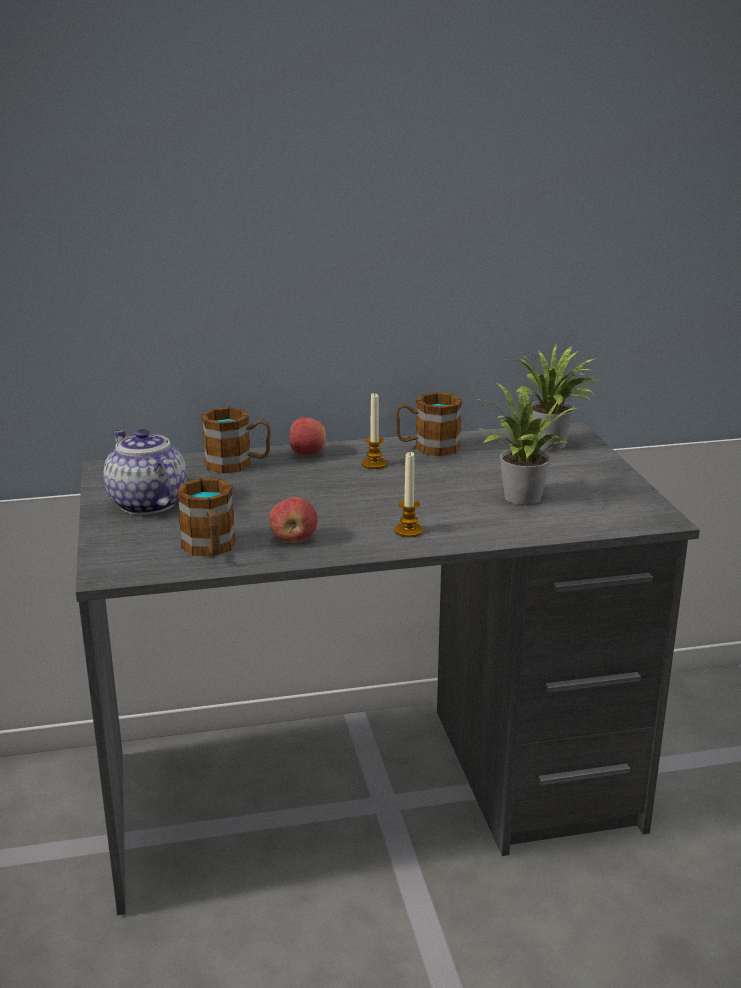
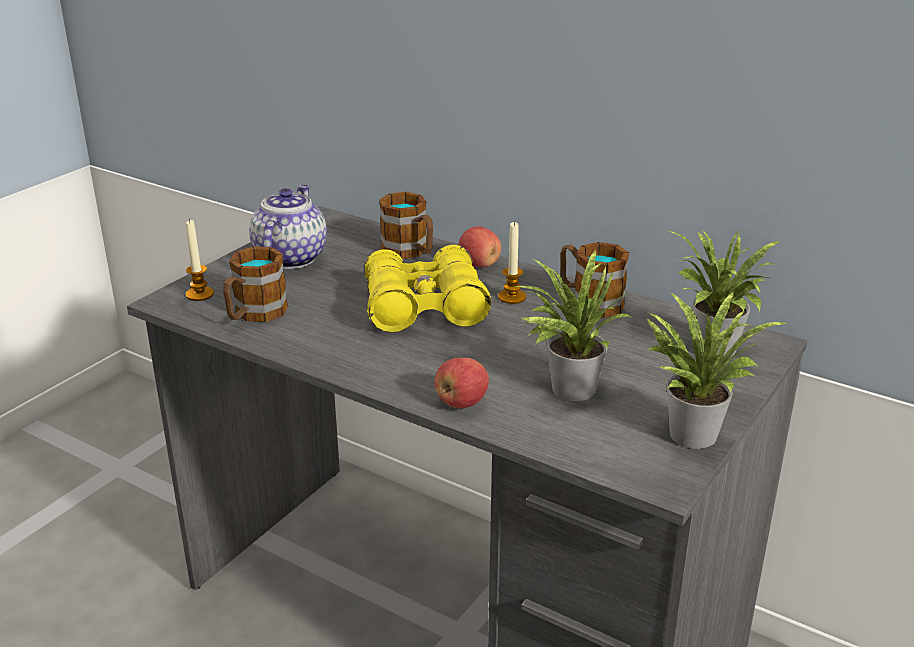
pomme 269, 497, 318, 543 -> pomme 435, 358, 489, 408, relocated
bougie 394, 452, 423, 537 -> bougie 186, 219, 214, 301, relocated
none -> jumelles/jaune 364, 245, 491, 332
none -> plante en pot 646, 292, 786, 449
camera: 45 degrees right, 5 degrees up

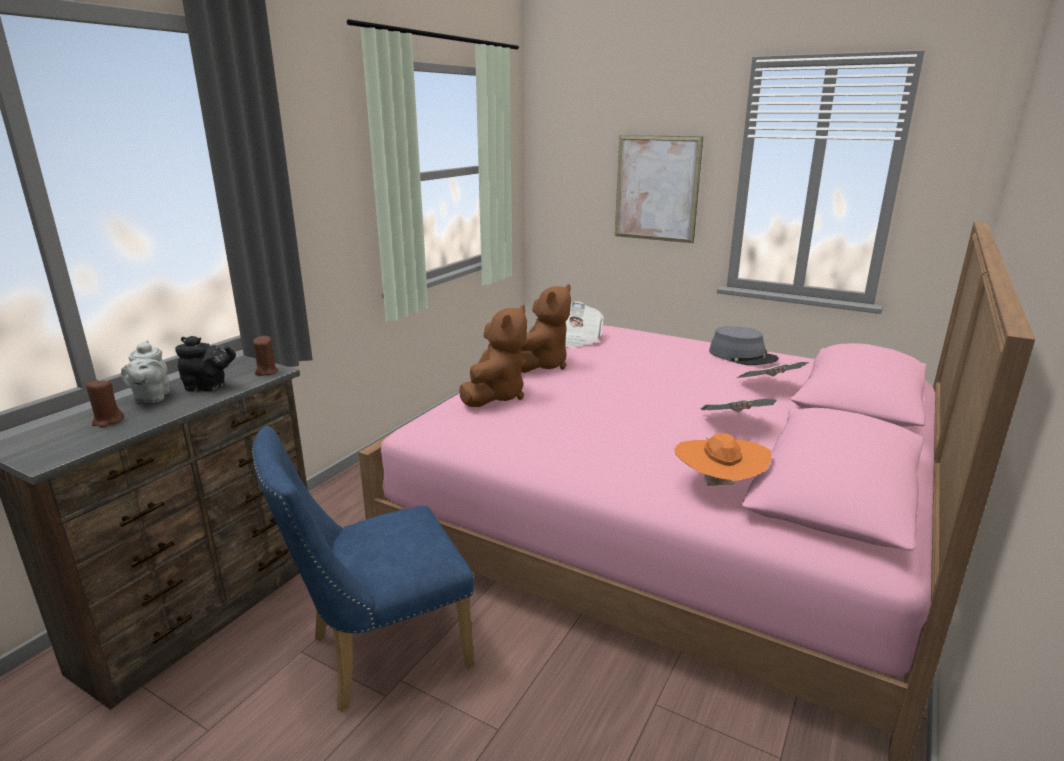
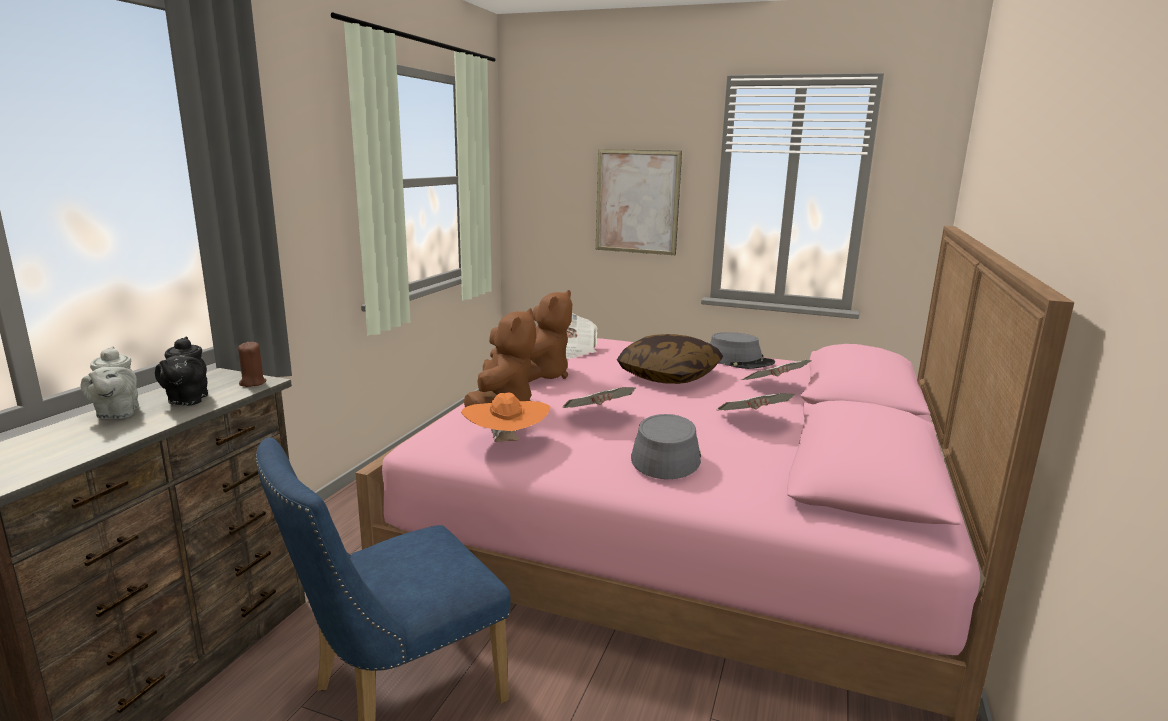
bougie/marron 86, 379, 124, 428 -> none
théière/noir 175, 336, 236, 391 -> théière/noir 155, 337, 208, 406, 90 degrees clockwise
chapeau/orange 675, 433, 772, 486 -> chapeau/orange 461, 392, 551, 442, relocated
none -> journal 563, 387, 636, 408
none -> coussin 617, 334, 723, 384
none -> chapeau/gris 631, 414, 701, 479
camera: 10 degrees left, 5 degrees down

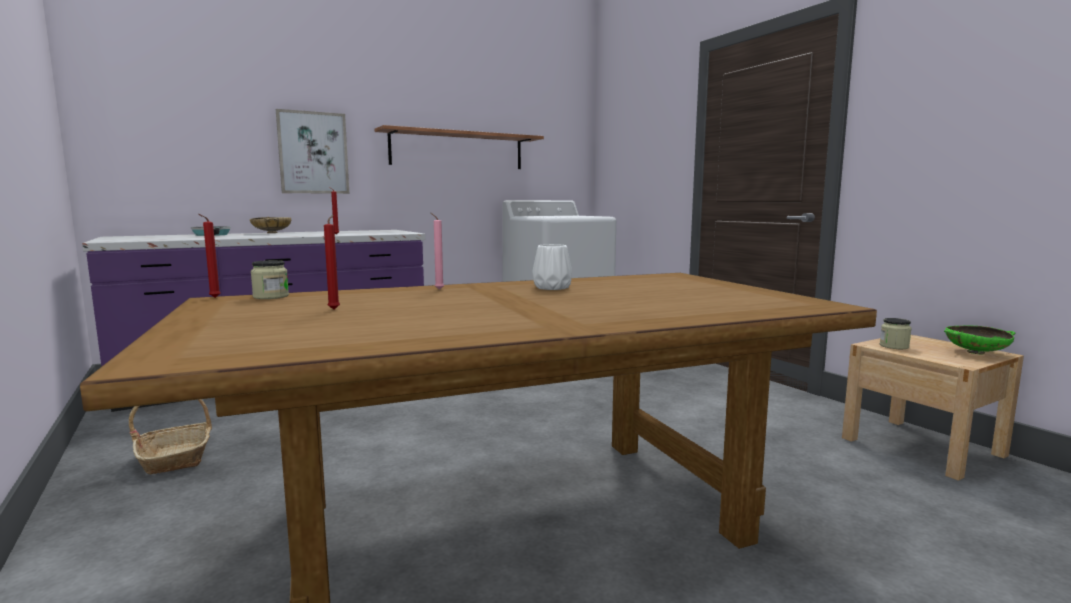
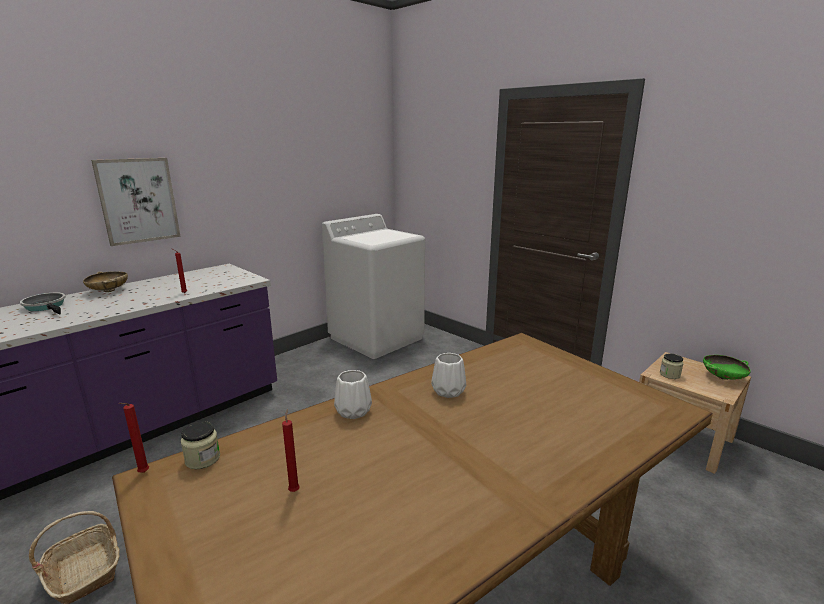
étagère 375, 125, 544, 169 -> none
bougie/rose 431, 213, 444, 290 -> vase/blanc 334, 370, 372, 419
camera: 15 degrees left, 10 degrees up

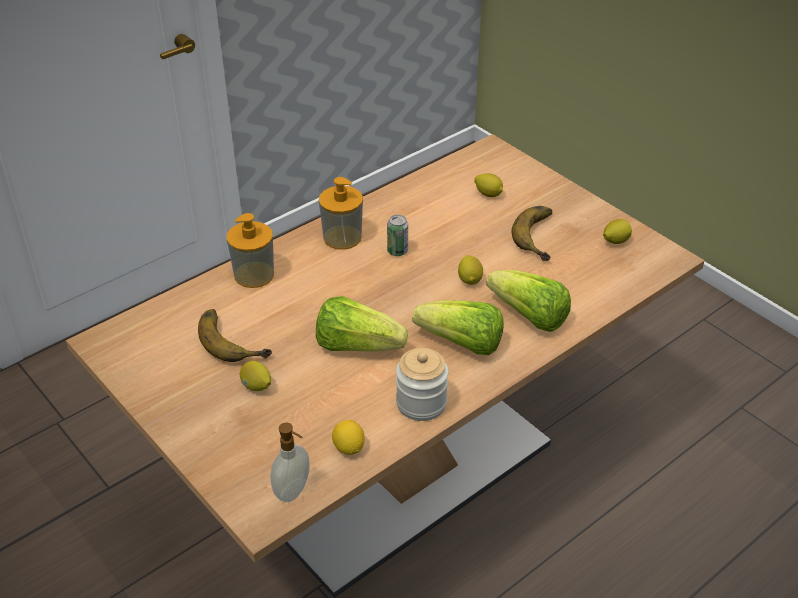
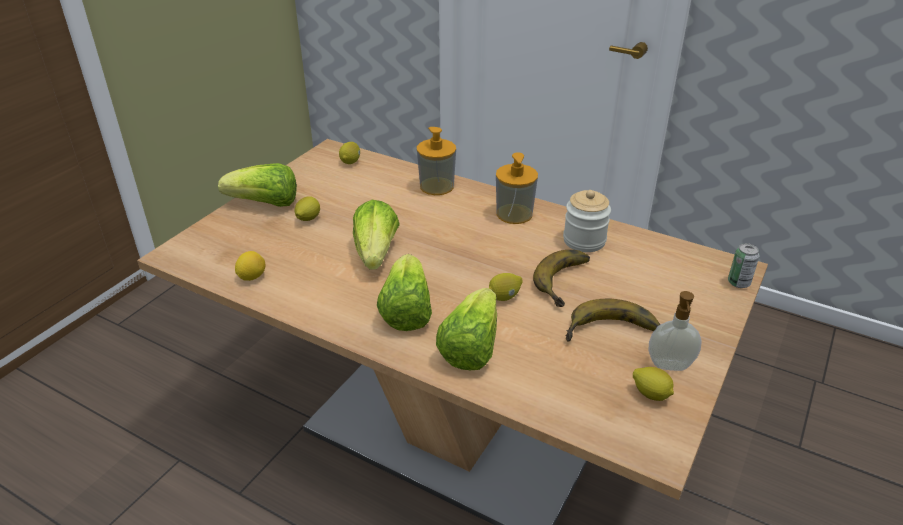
banane 198, 309, 272, 362 -> banane 533, 250, 590, 307, relocated
distributeur de savon 270, 423, 310, 502 -> distributeur de savon 649, 291, 702, 371, relocated
boîte métallique 387, 215, 408, 256 -> boîte métallique 728, 243, 760, 288, relocated
bocal 396, 348, 449, 421 -> bocal 563, 190, 611, 252, relocated
citron 474, 173, 503, 197 -> citron 339, 142, 360, 164, relocated
none -> laitue 218, 163, 297, 207
camera: 70 degrees right, 5 degrees down

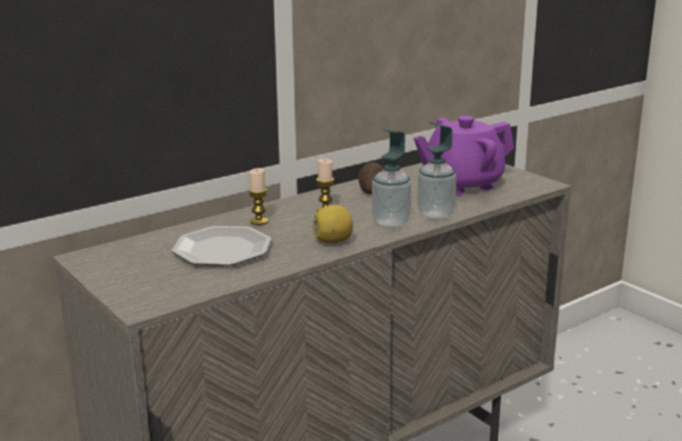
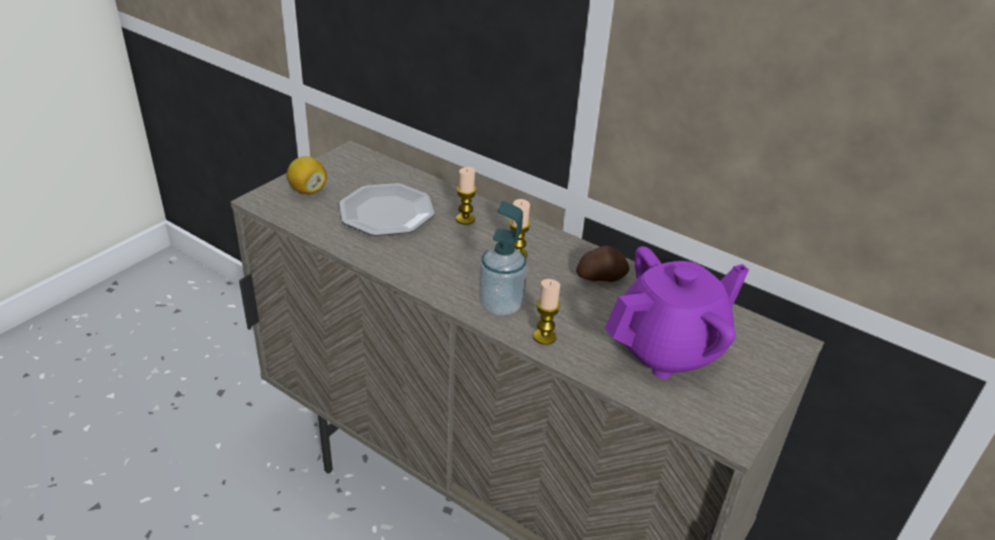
citron 312, 205, 353, 243 -> citron 287, 156, 327, 194, relocated
théière/violet 414, 116, 514, 195 -> théière/violet 605, 246, 749, 379, 105 degrees clockwise
distributeur de savon 417, 122, 456, 220 -> bougie 533, 279, 560, 345
camera: 70 degrees right, 15 degrees up

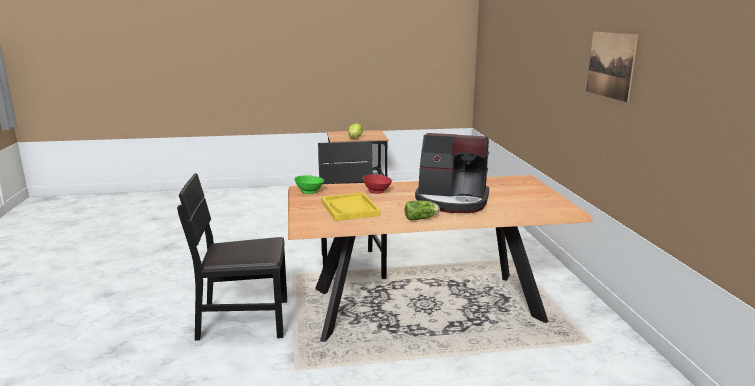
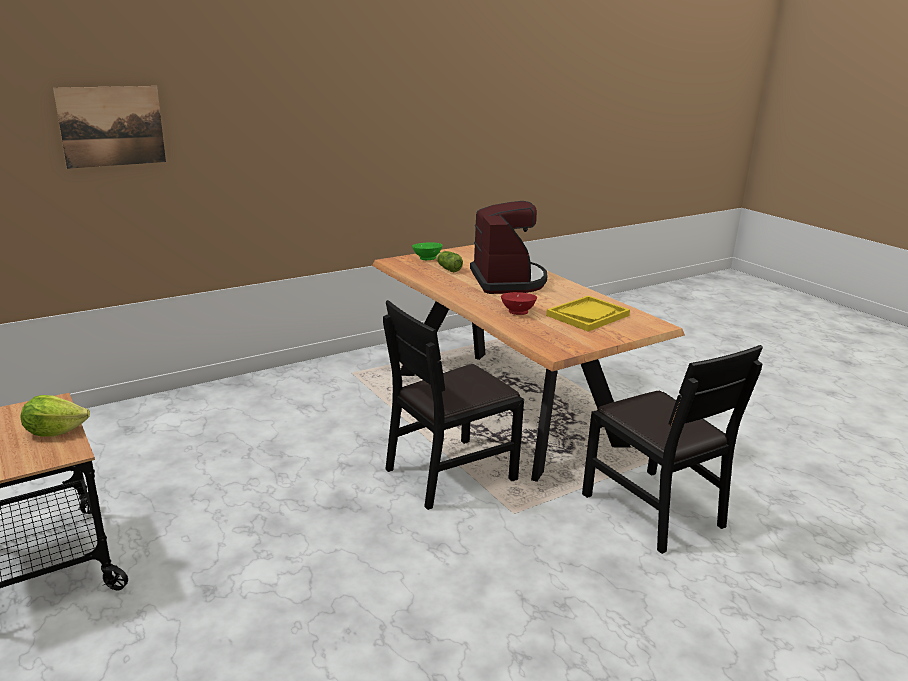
bol/vert 294, 175, 324, 194 -> bol/vert 412, 242, 443, 260, relocated
laitue 405, 200, 440, 220 -> laitue 436, 251, 463, 272, relocated
tableau 586, 32, 638, 103 -> tableau 53, 86, 166, 169, relocated
camera: 115 degrees left, 5 degrees up

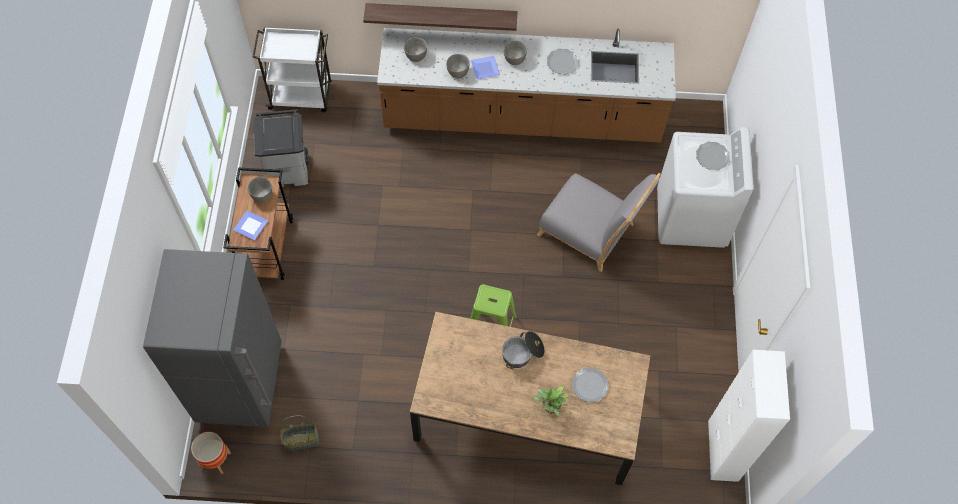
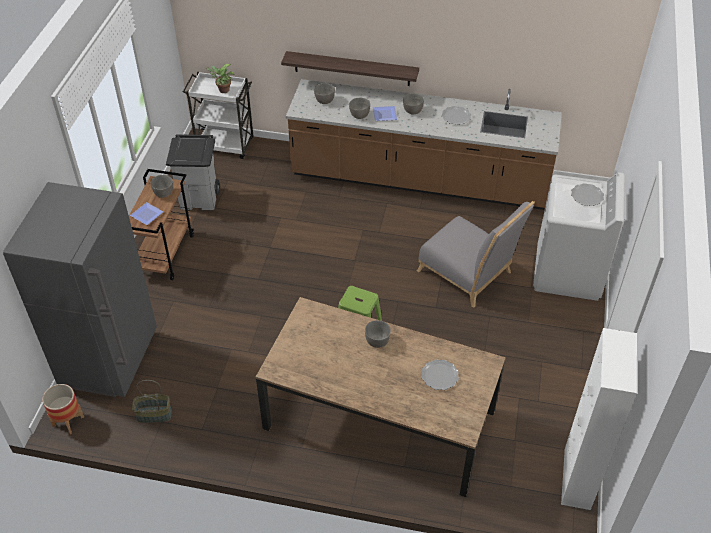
marmite 502, 331, 545, 369 -> bol/gris 365, 320, 391, 348
plante en pot 532, 386, 569, 416 -> plante en pot 206, 64, 235, 93, relocated
camera: 10 degrees right, 15 degrees down

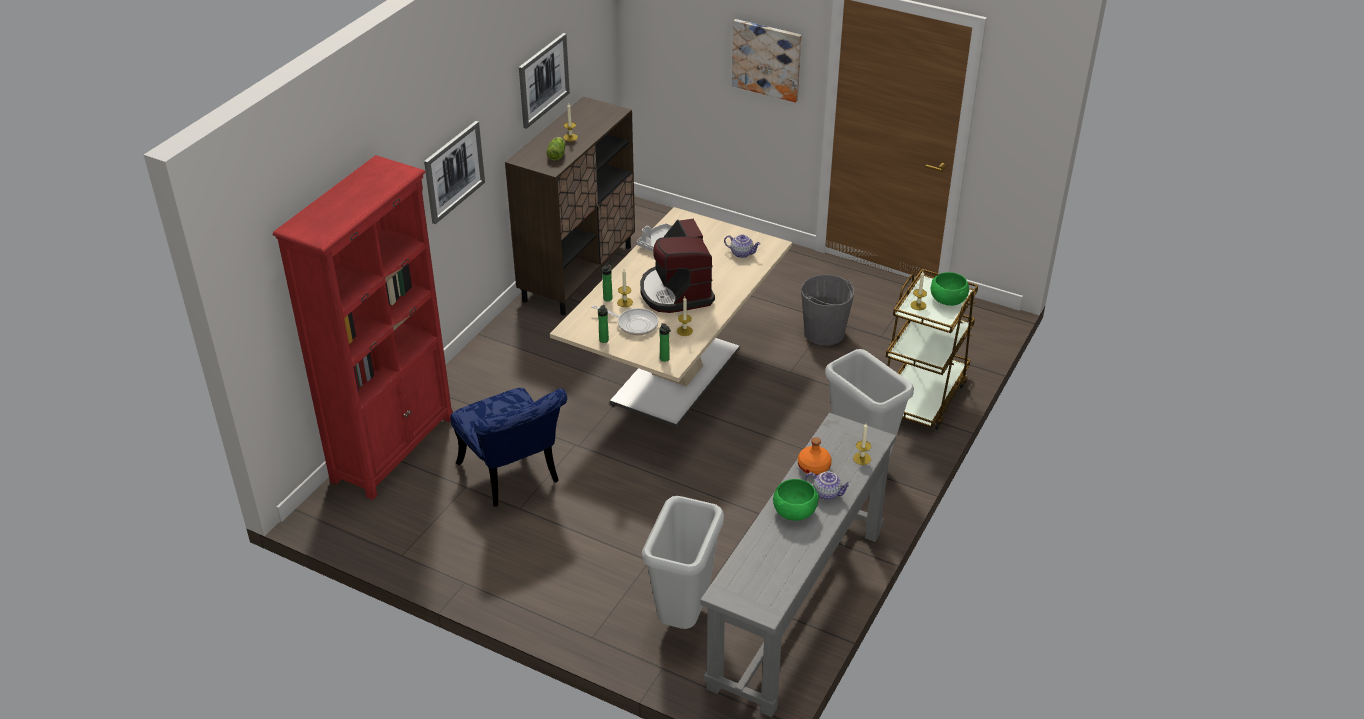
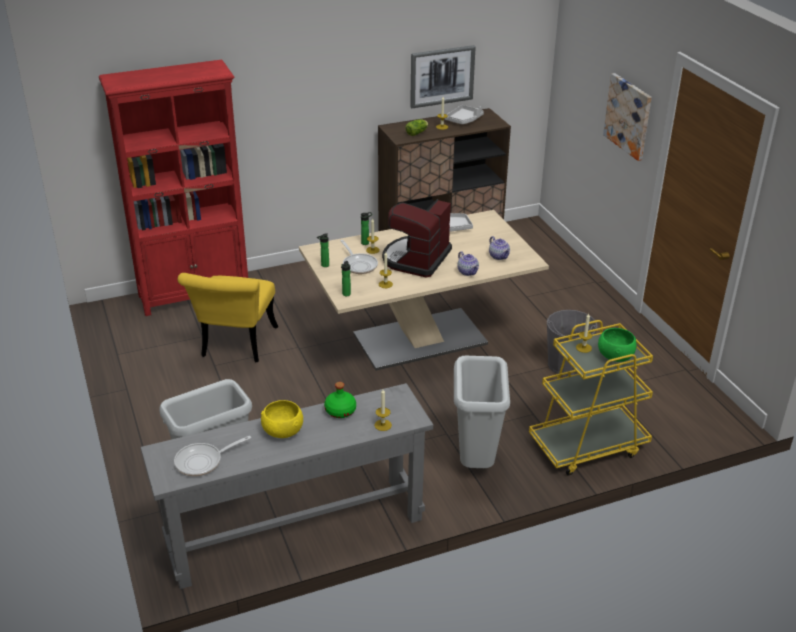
tableau 424, 121, 485, 224 -> none
chaise/bleu 450, 388, 567, 507 -> chaise/jaune 178, 273, 278, 362
bol/vert 773, 479, 819, 521 -> bol/jaune 261, 400, 303, 438
bouteille/orange 798, 437, 832, 475 -> bouteille/vert 324, 382, 356, 418
théière 805, 471, 851, 500 -> théière 457, 251, 479, 276, relocated
chariot/marron 886, 269, 978, 430 -> chariot/jaune 529, 320, 653, 476
none -> poêle 174, 436, 251, 476
none -> plateau/gris 445, 105, 484, 124
camera: 40 degrees right, 5 degrees down

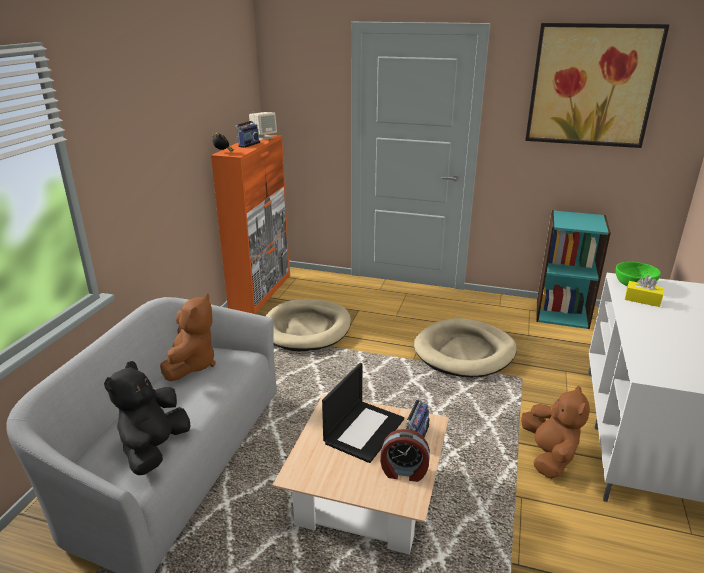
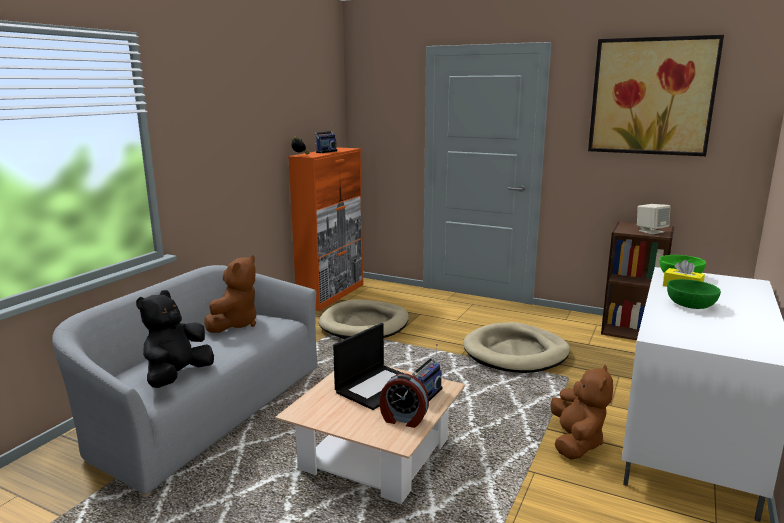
enceinte/beige 249, 112, 277, 140 -> enceinte/beige 637, 204, 671, 235, relocated
bibliothèque/turquoise 536, 210, 611, 329 -> bibliothèque/marron 601, 221, 674, 340
none -> bol/vert 667, 279, 721, 309
camera: 10 degrees right, 10 degrees down

